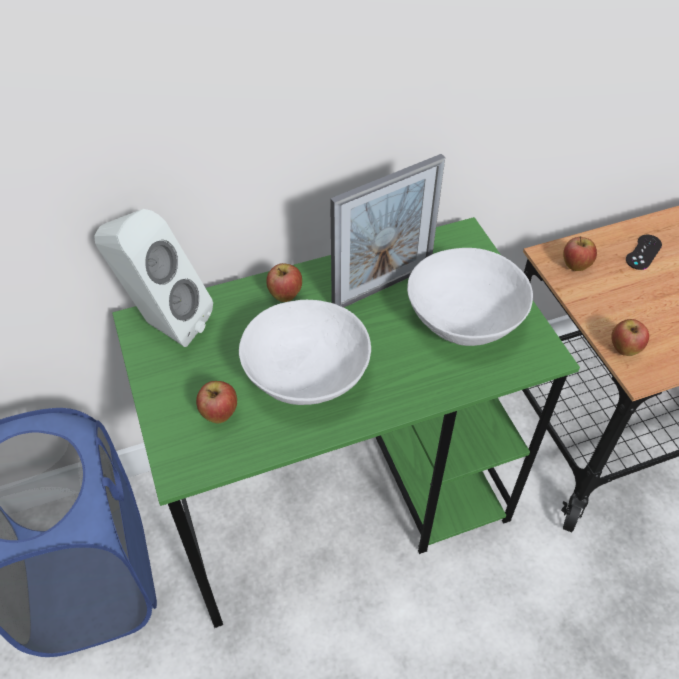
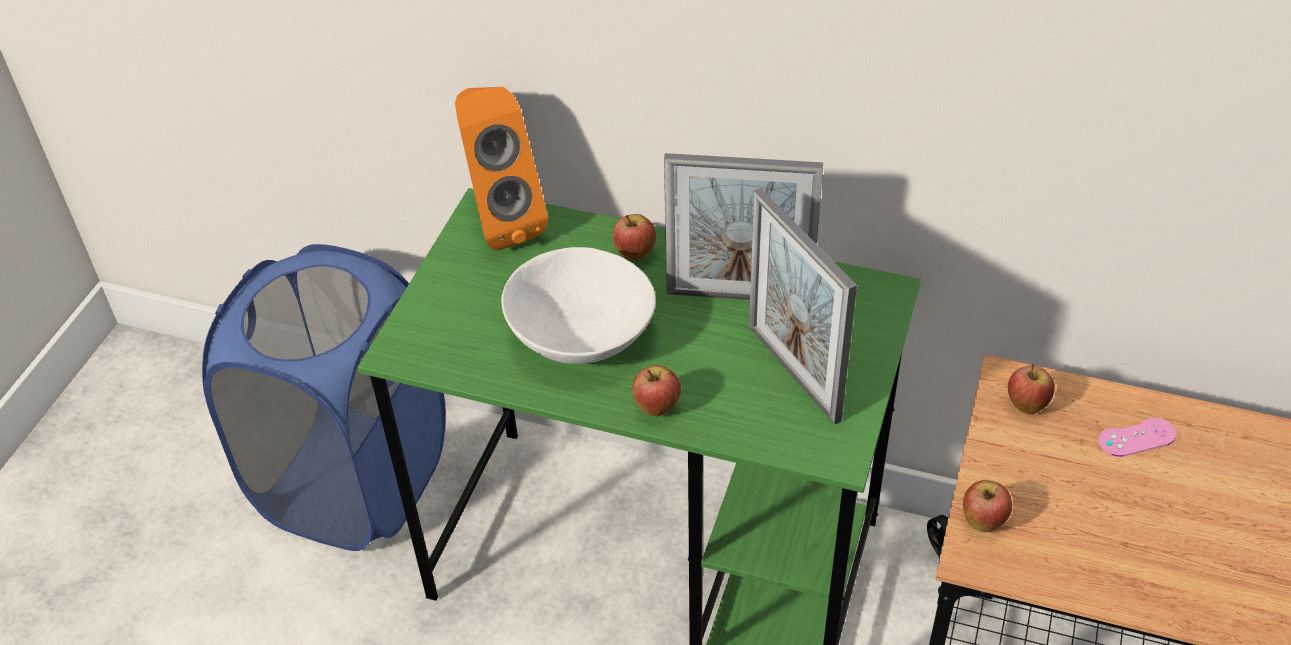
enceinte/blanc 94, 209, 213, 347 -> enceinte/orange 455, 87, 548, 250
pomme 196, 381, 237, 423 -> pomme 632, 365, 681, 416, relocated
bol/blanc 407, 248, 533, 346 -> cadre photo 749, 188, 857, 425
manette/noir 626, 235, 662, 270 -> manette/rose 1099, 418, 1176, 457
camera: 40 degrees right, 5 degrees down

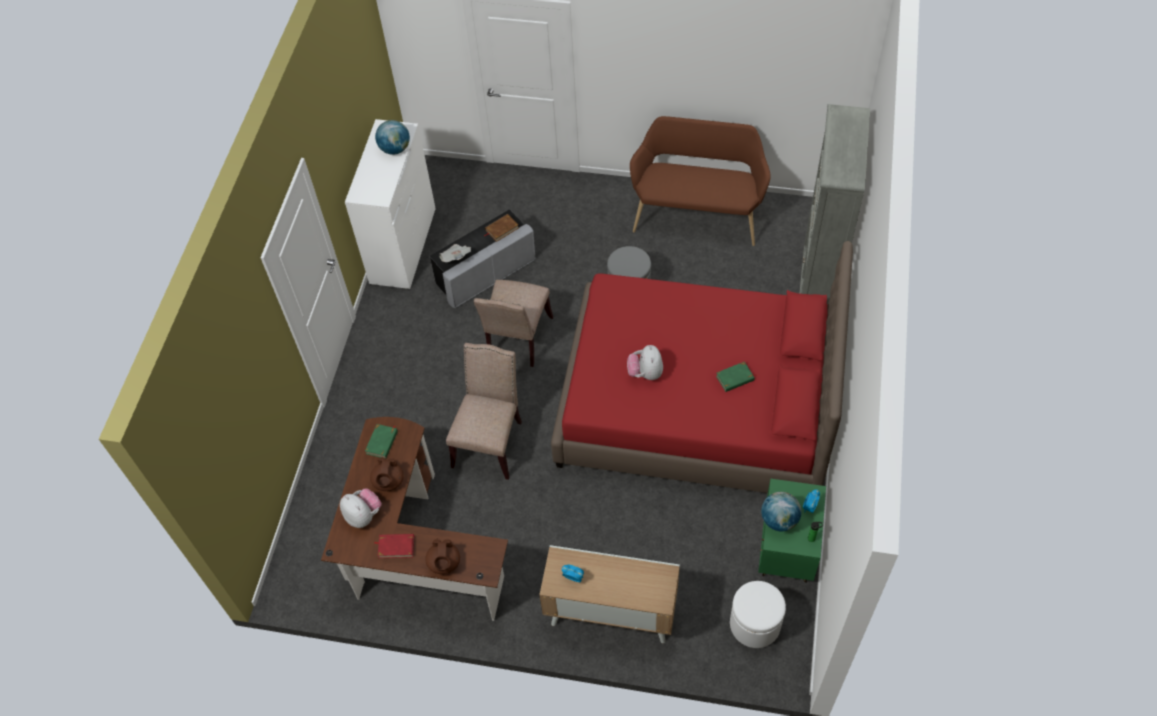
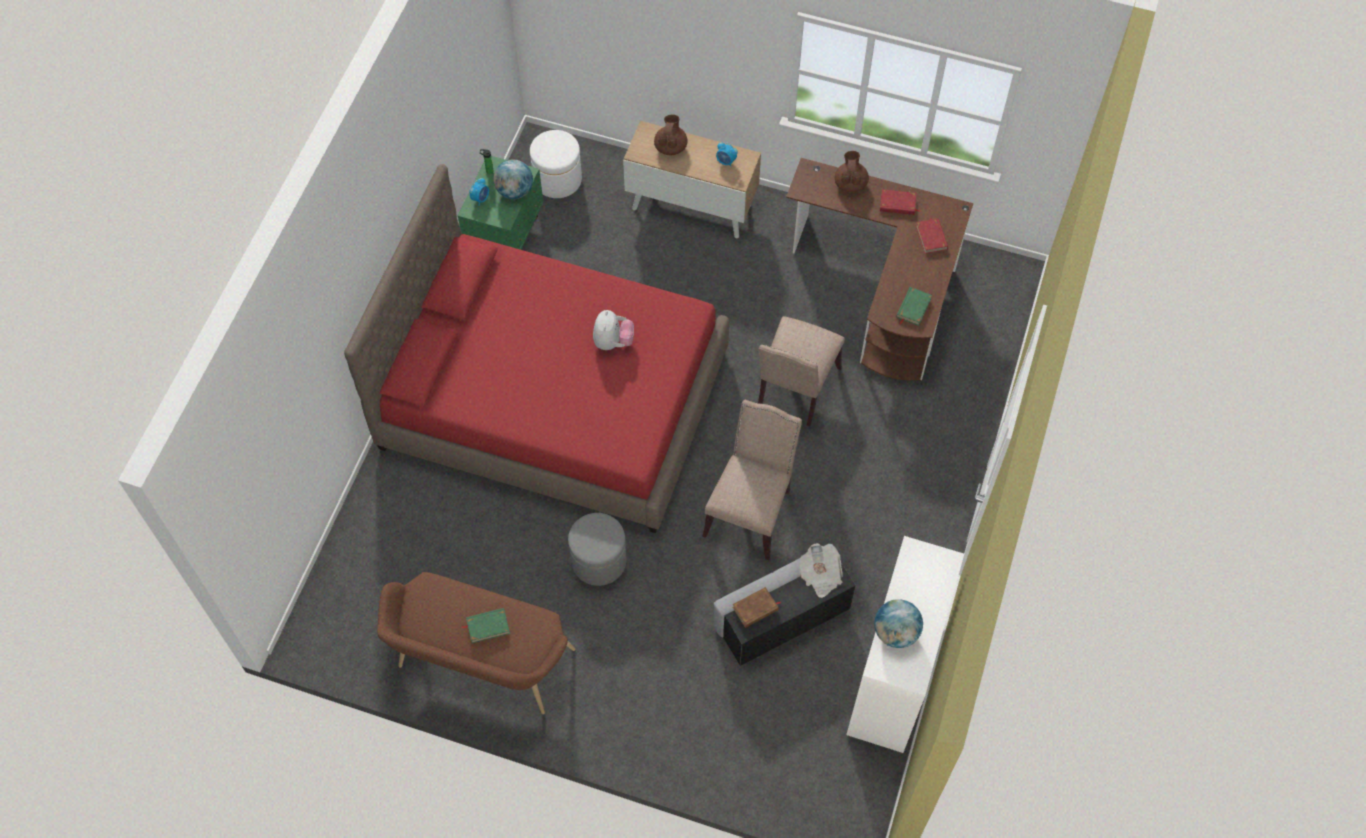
peluche 340, 488, 382, 528 -> livre/rouge 916, 218, 948, 254
théière/marron 370, 457, 404, 491 -> théière/marron 654, 115, 688, 155, relocated
livre/vert 716, 361, 757, 392 -> livre/vert 461, 608, 510, 643, relocated
bibliothèque/gris 799, 104, 870, 305 -> none
camera: 175 degrees left, 5 degrees up

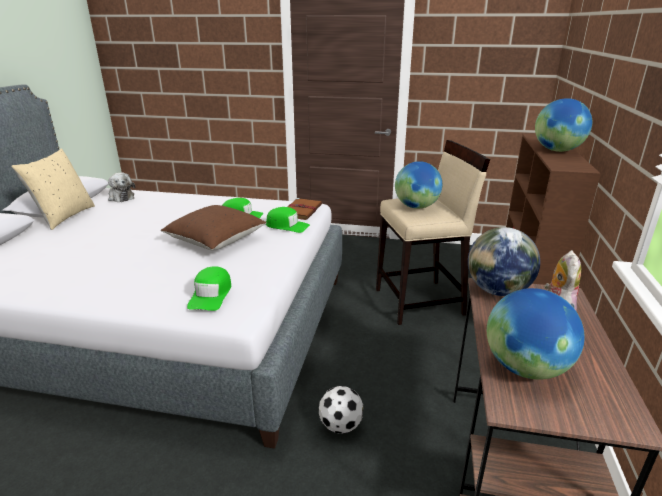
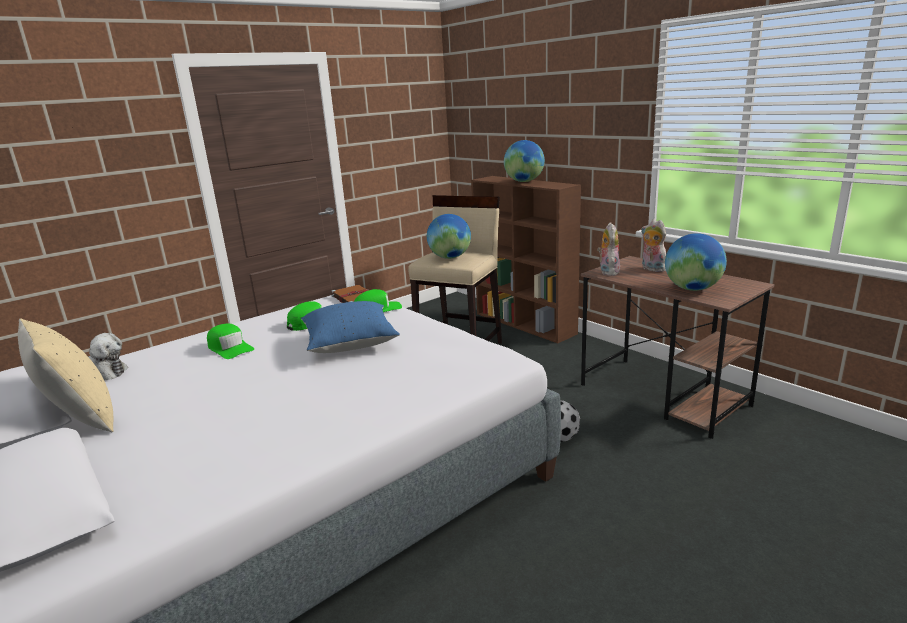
coussin/marron 161, 205, 267, 251 -> coussin/bleu 301, 301, 400, 353
casquette/vert 187, 266, 231, 311 -> casquette/vert 207, 324, 254, 359, relocated
globe 468, 227, 540, 296 -> peluche 597, 222, 620, 276
camera: 50 degrees left, 5 degrees down

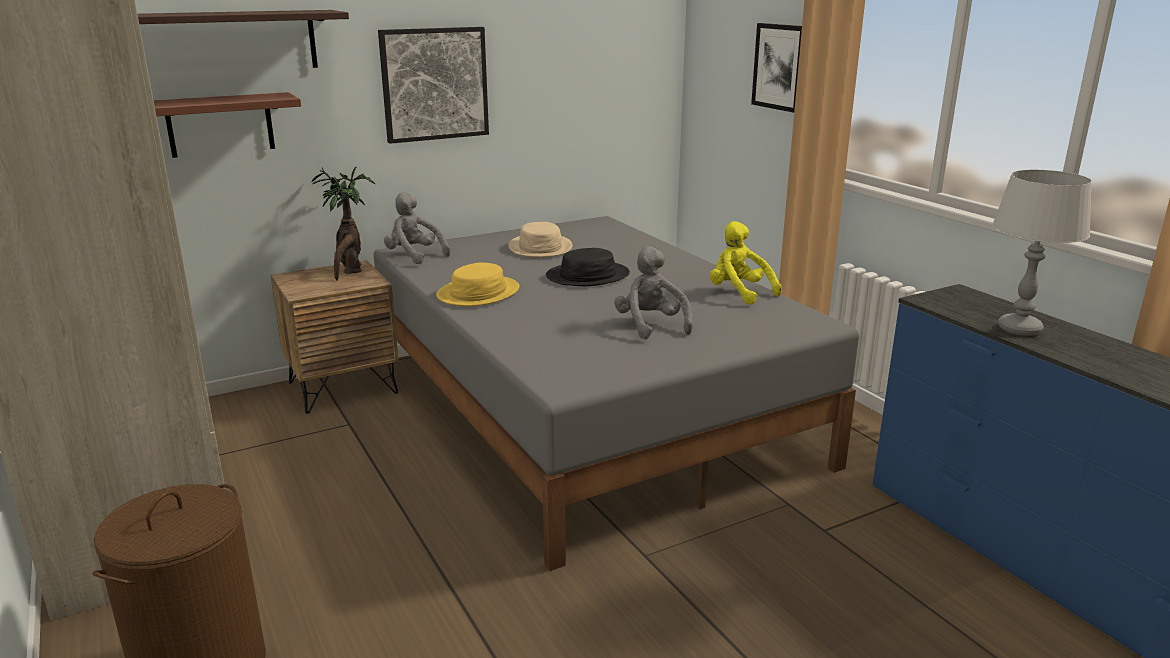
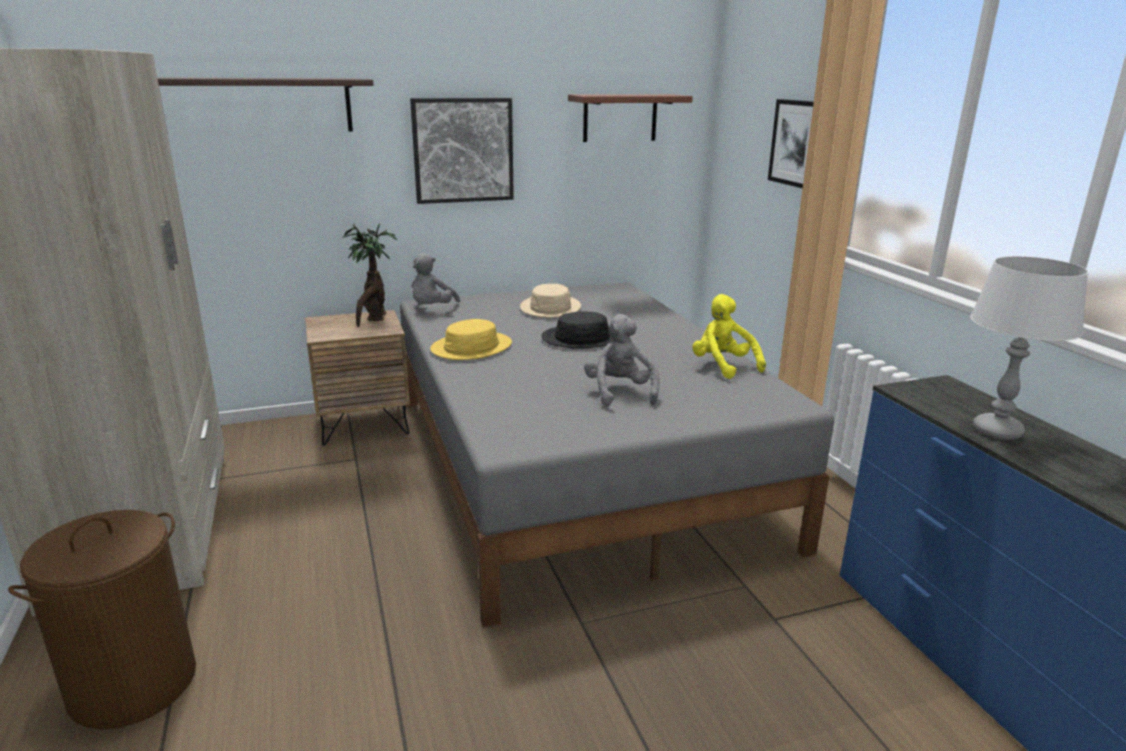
étagère 153, 92, 301, 158 -> étagère 568, 94, 693, 142, relocated
peluche/gris 384, 192, 450, 264 -> peluche/gris 412, 253, 460, 304, 120 degrees counterclockwise
camera: 10 degrees right, 0 degrees up

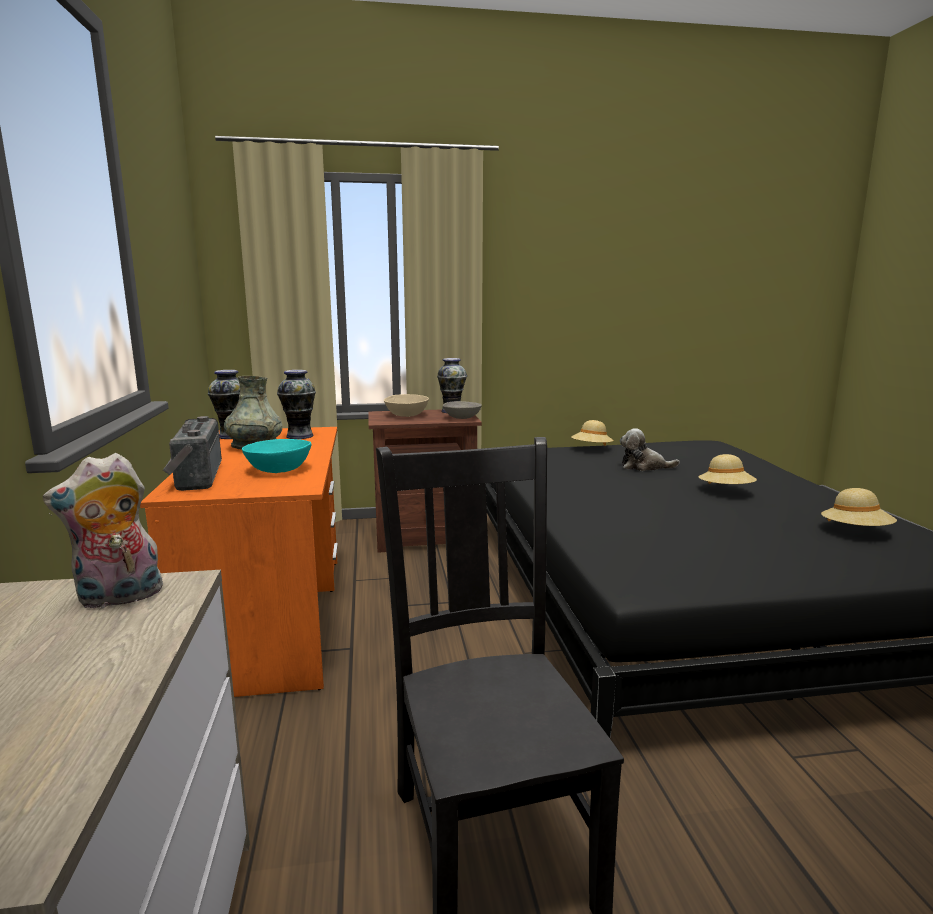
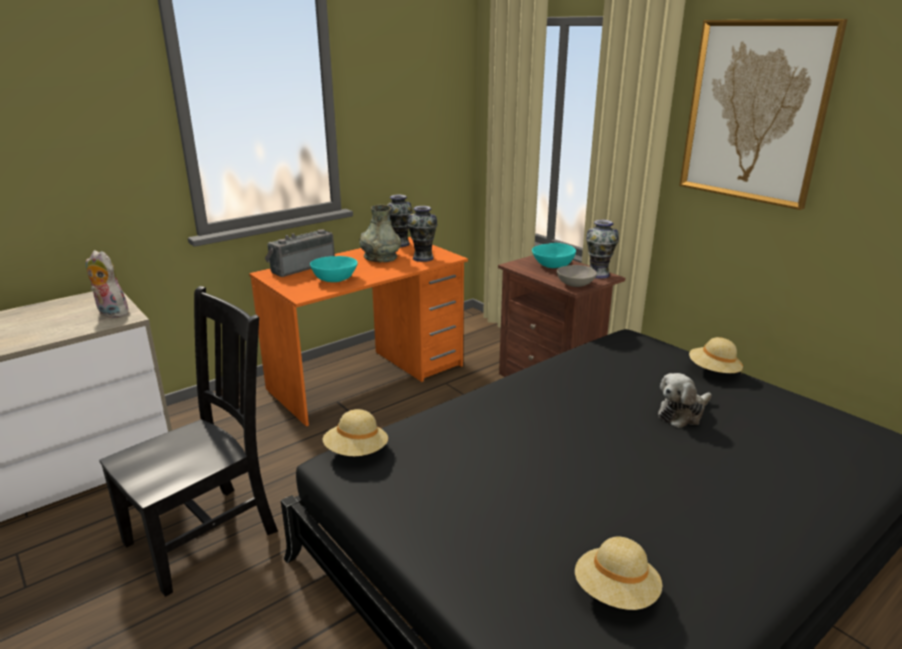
bol/beige 384, 394, 429, 417 -> bol/turquoise 532, 243, 576, 268
peluche 620, 428, 680, 471 -> peluche 658, 373, 711, 428, 105 degrees counterclockwise
chapeau/beige 698, 454, 757, 484 -> chapeau/beige 323, 409, 388, 456, relocated
none -> tableau 679, 19, 848, 210
camera: 60 degrees right, 10 degrees up

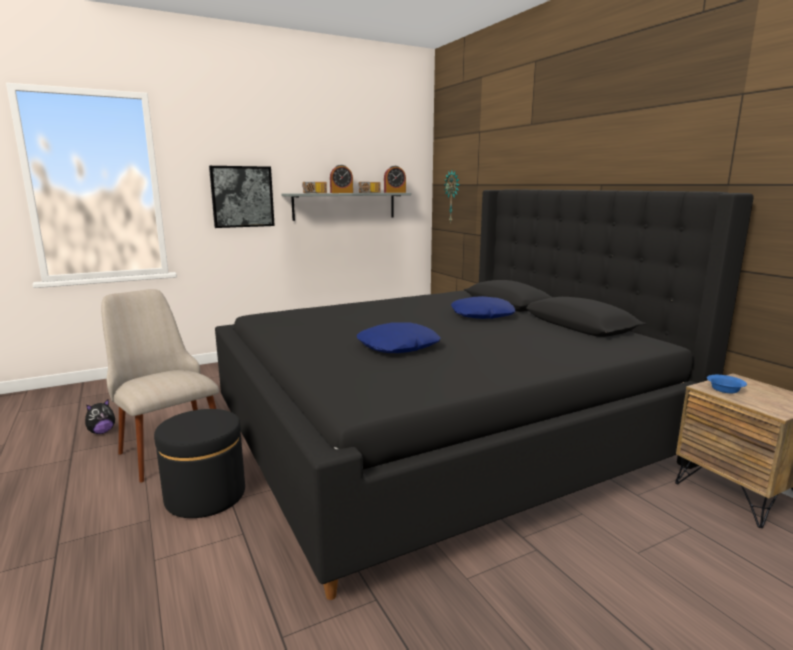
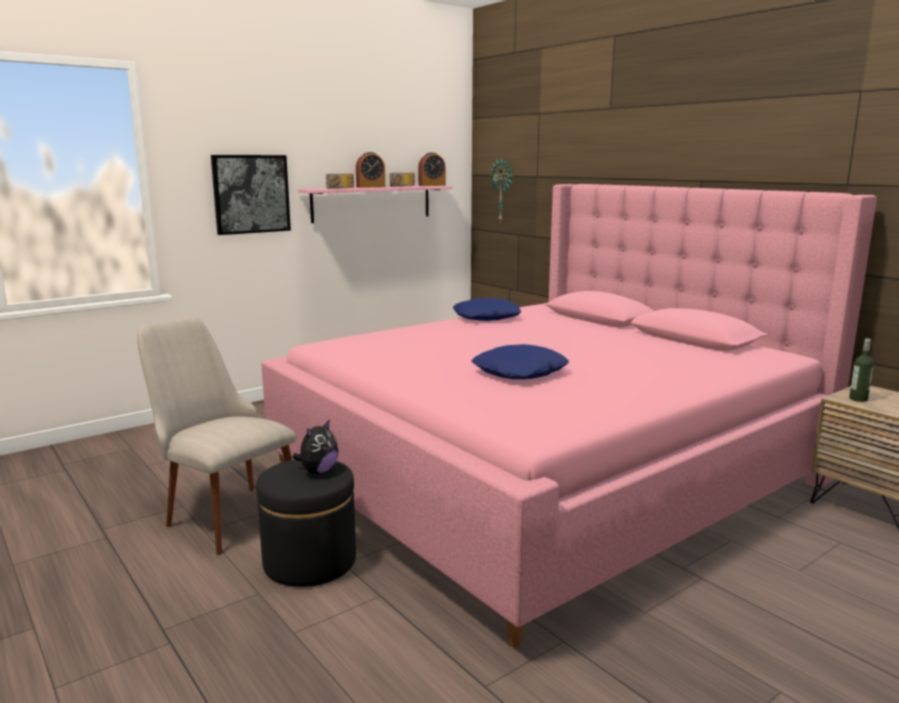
peluche 85, 400, 115, 434 -> peluche 292, 419, 338, 474, relocated
lit/noir 215, 189, 754, 600 -> lit/rose 261, 184, 877, 647
étagère/gris 281, 193, 411, 221 -> étagère/rose 298, 186, 452, 223
coussin/bleu 451, 296, 515, 319 -> coussin/bleu 453, 298, 521, 321, relocated
bol/bleu 707, 375, 747, 393 -> bouteille 849, 338, 874, 402
camera: 10 degrees left, 0 degrees up

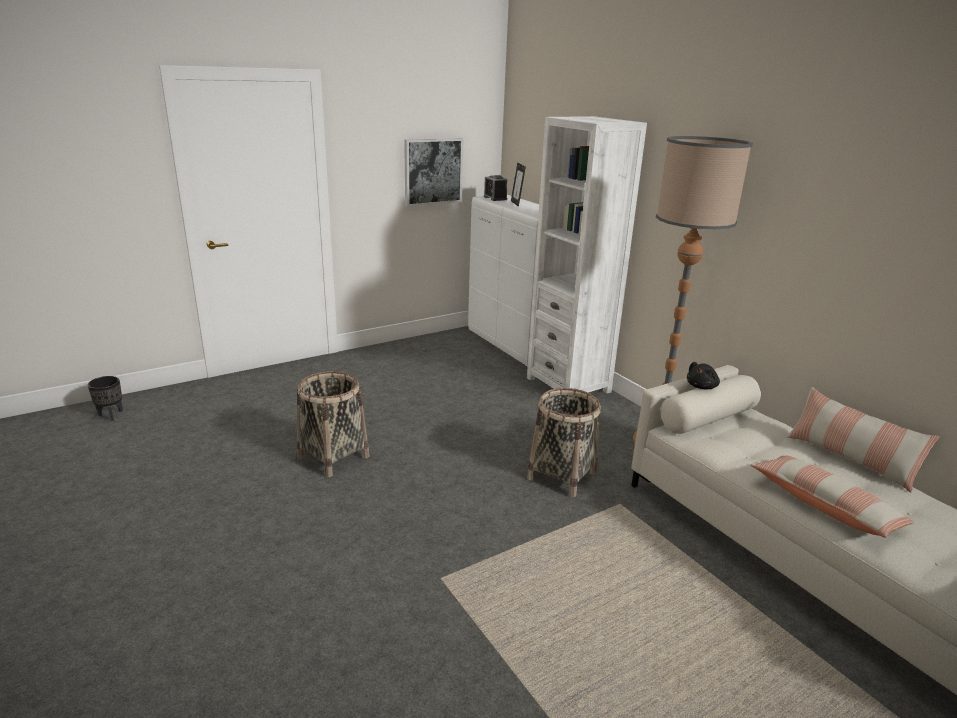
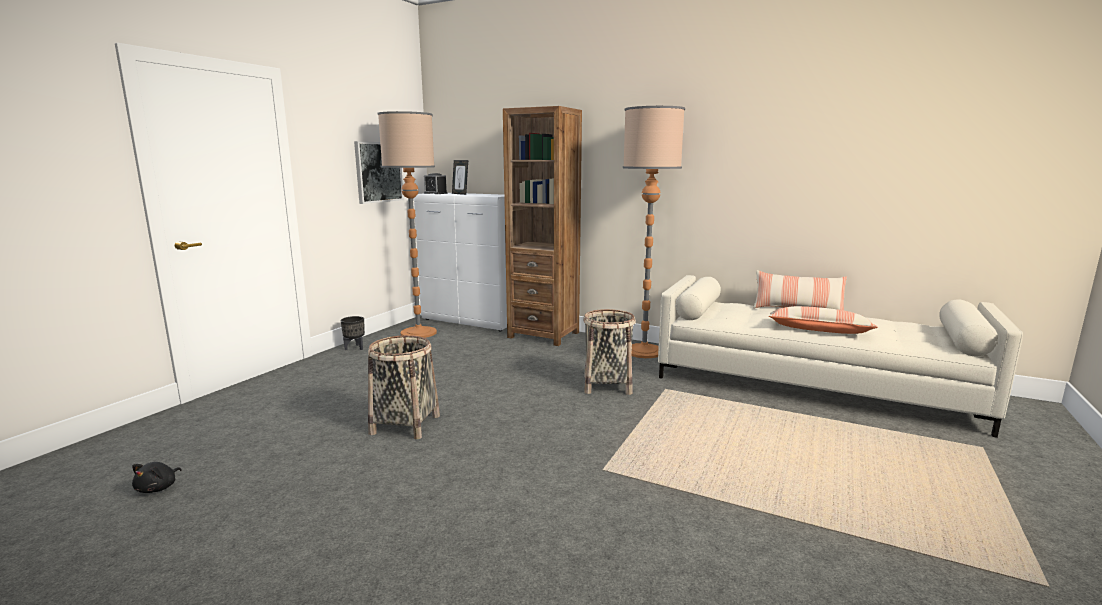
cache-pot/noir 88, 376, 123, 421 -> cache-pot/noir 341, 316, 365, 350, relocated
bibliothèque/blanc 527, 116, 647, 393 -> bibliothèque/marron 503, 106, 582, 346
peluche/noir 687, 362, 720, 389 -> peluche/noir 132, 462, 182, 493, relocated
none -> lampadaire 377, 111, 437, 338
camera: 30 degrees left, 10 degrees down

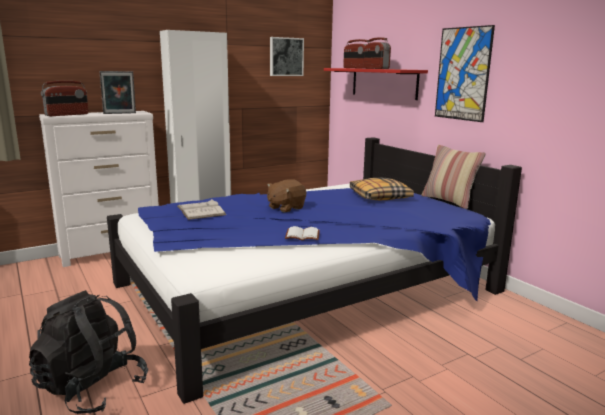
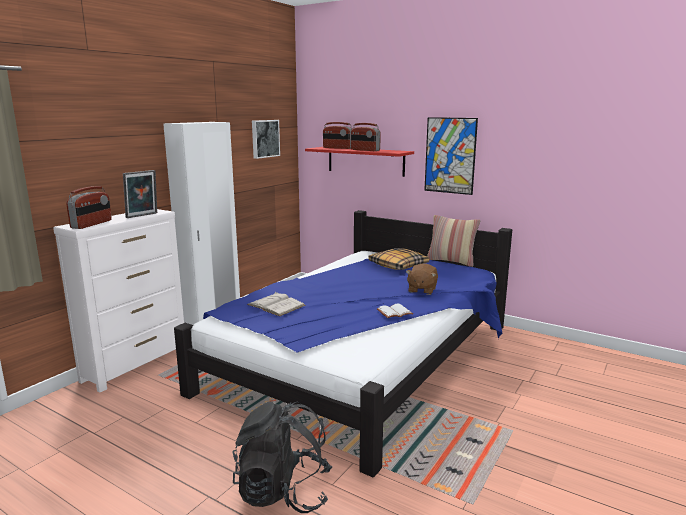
peluche/marron 267, 179, 306, 213 -> peluche/marron 406, 263, 438, 295, relocated
camera: 25 degrees left, 0 degrees up

